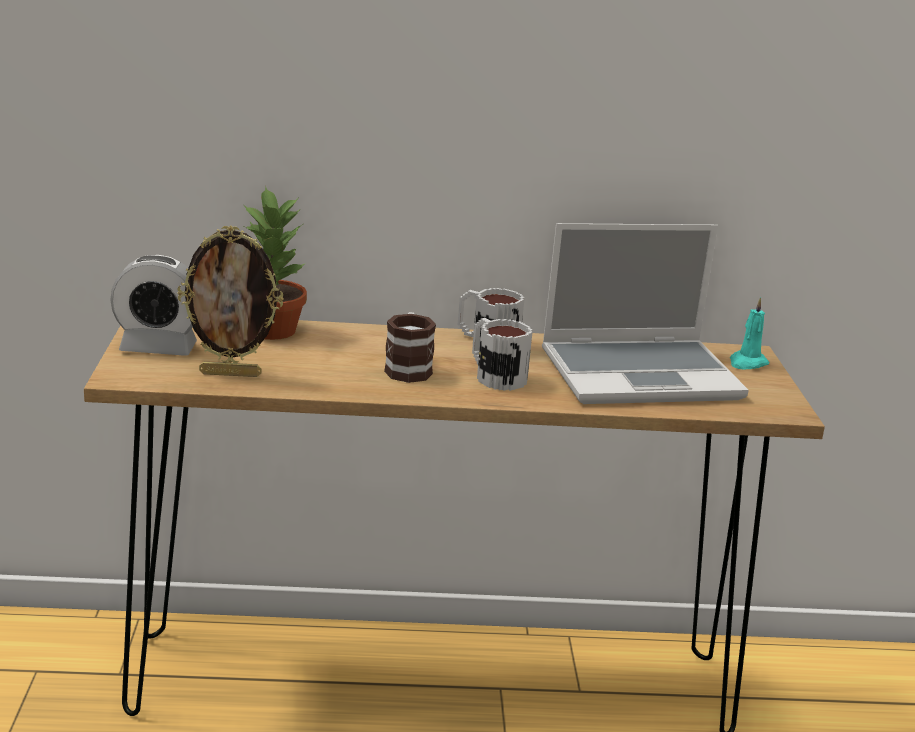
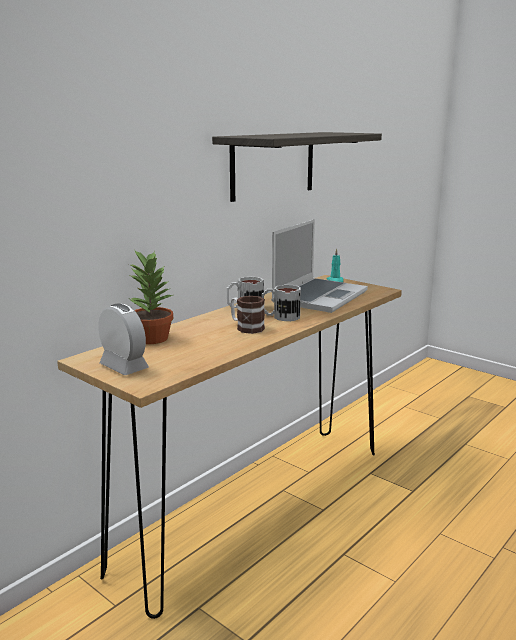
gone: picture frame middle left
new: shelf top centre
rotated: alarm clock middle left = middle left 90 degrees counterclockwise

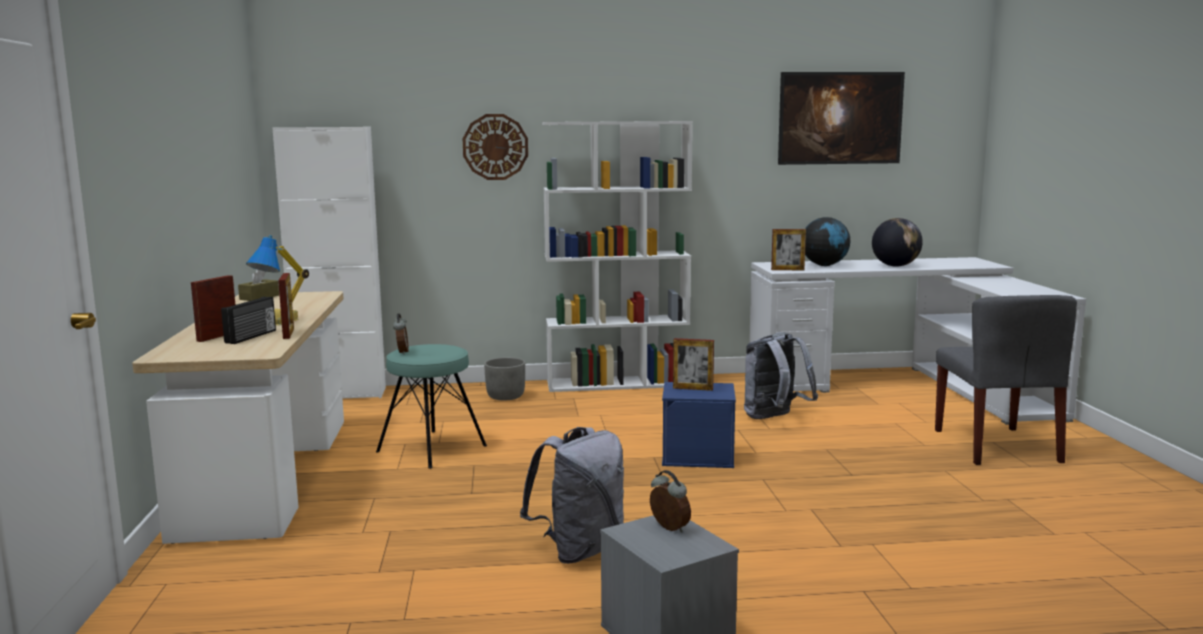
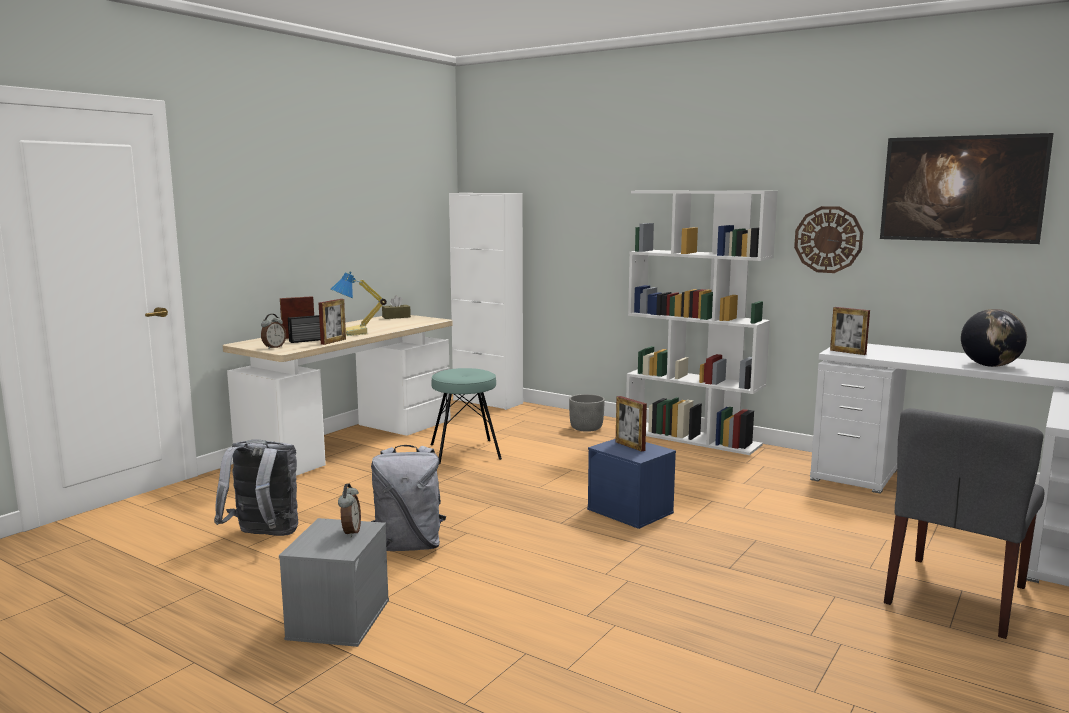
gone: globe (no. 1 from left) middle right
shifted: wall clock top centre to middle right; alarm clock (no. 1 from left) centre to middle left; grey backpack (no. 2 from left in the first image) centre to grey backpack (no. 1 from left) bottom left

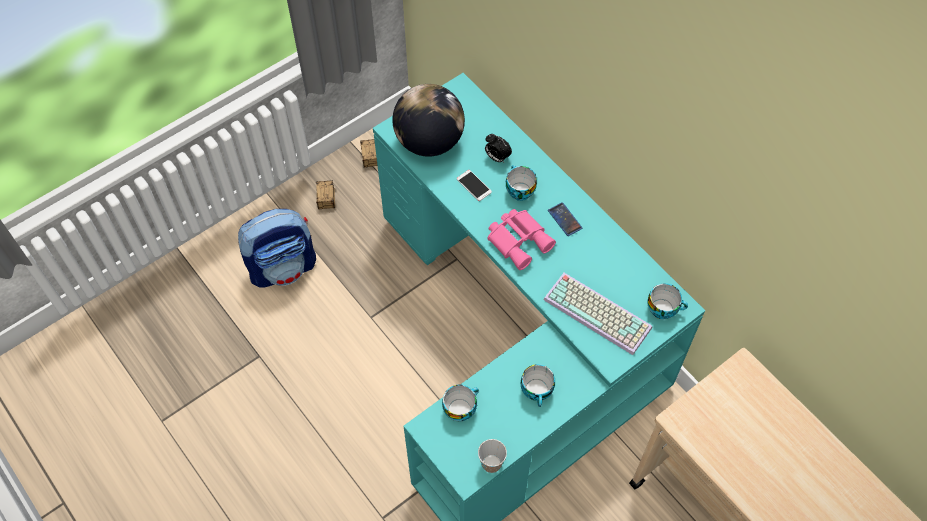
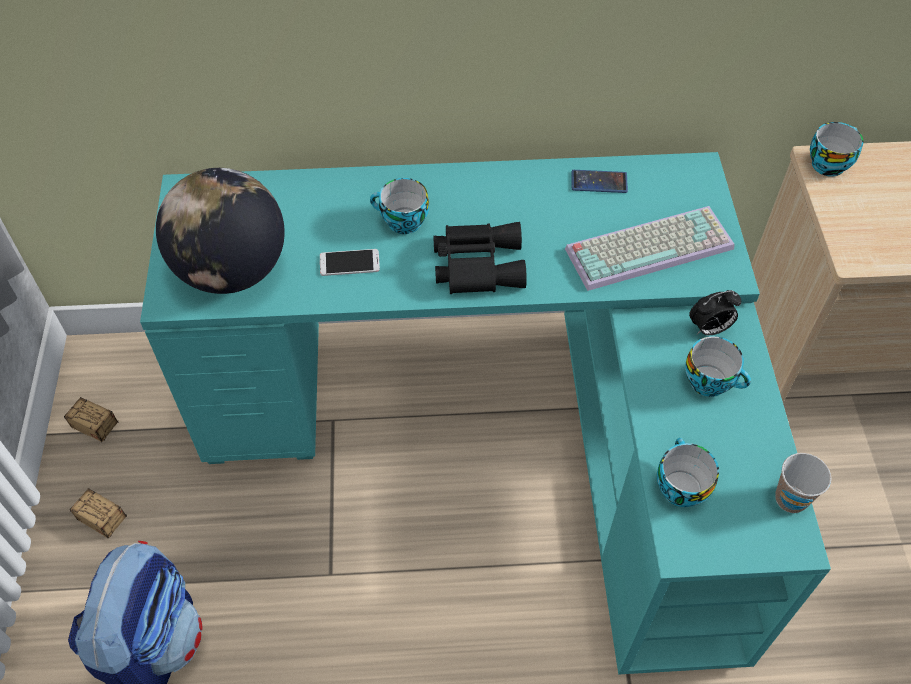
shifted: alarm clock top centre to middle right; phone (no. 2 from left) centre to top centre; cup (no. 5 from left) middle right to top right
repainted: pink binoculars centre to black binoculars centre

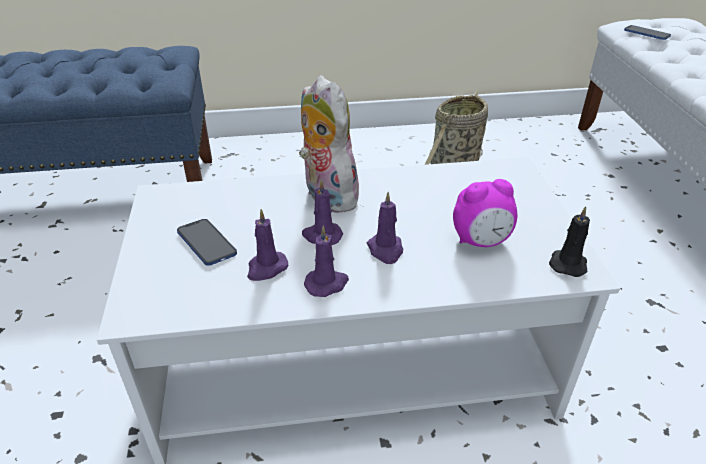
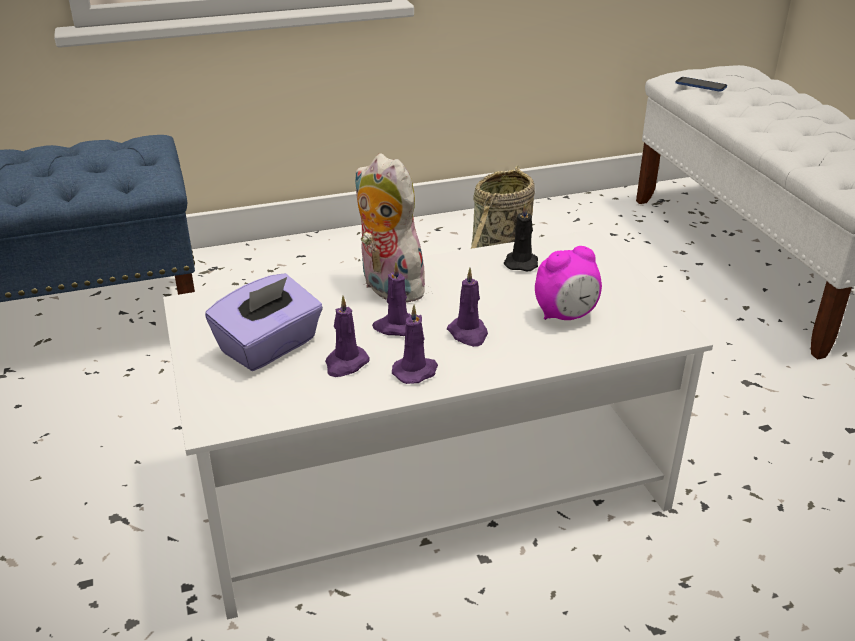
shifted: black candle middle right to centre
swapped: phone (no. 1 from left) middle left to purple tissue box middle left

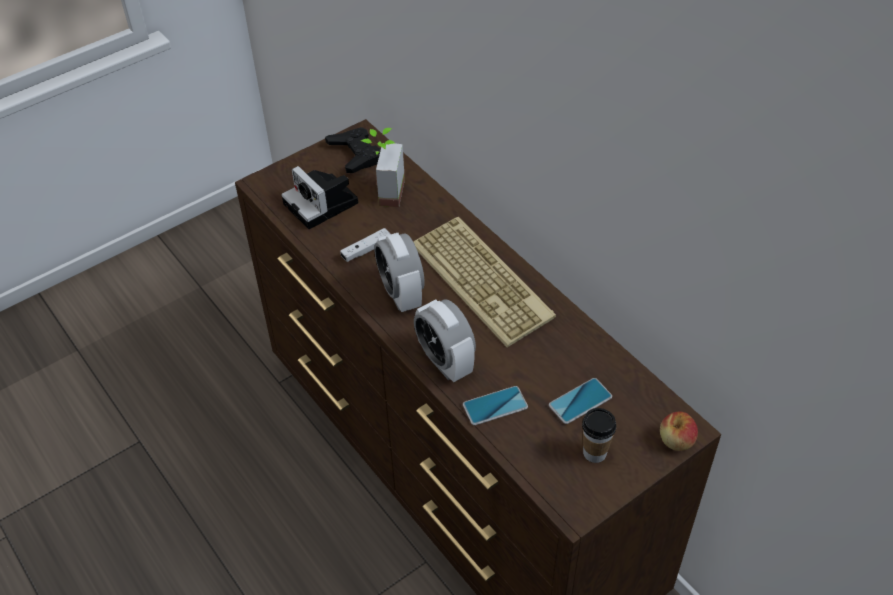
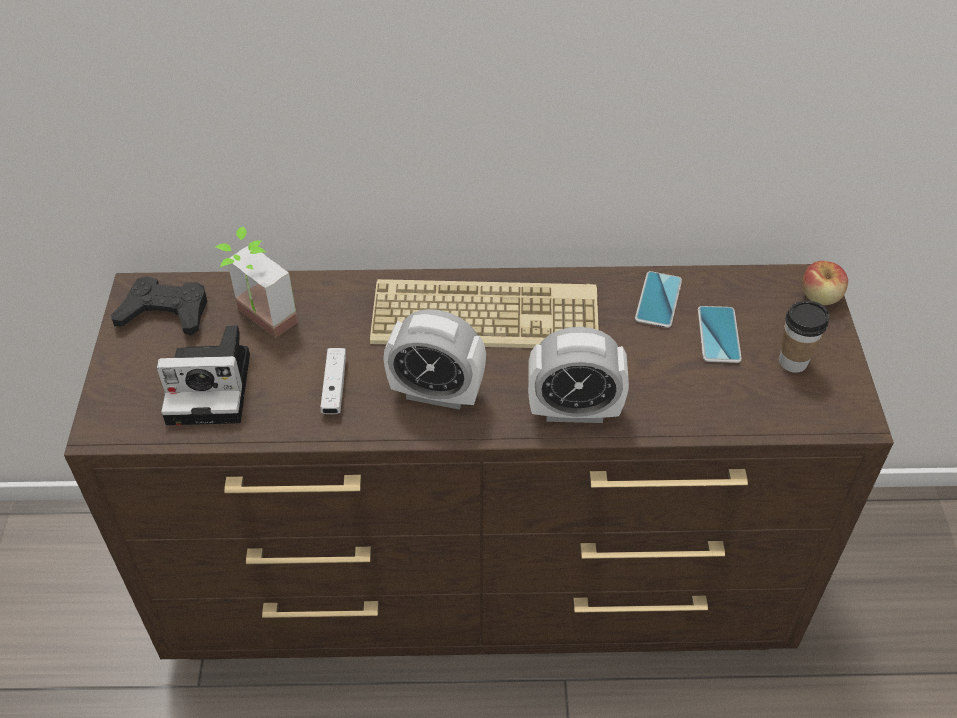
shifted: phone (no. 1 from left) bottom centre to middle right

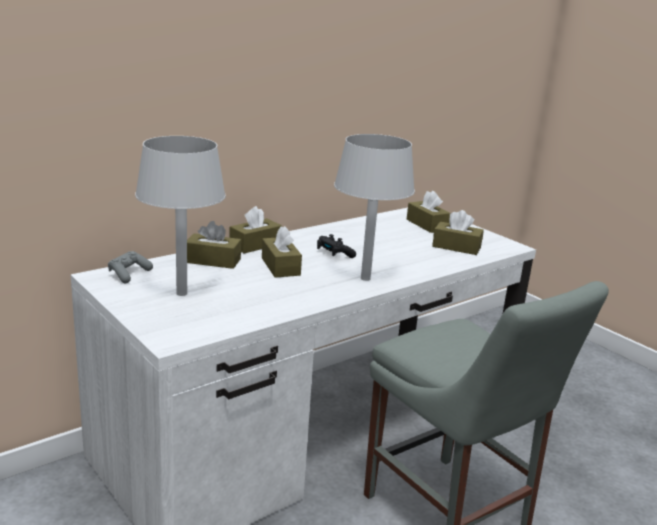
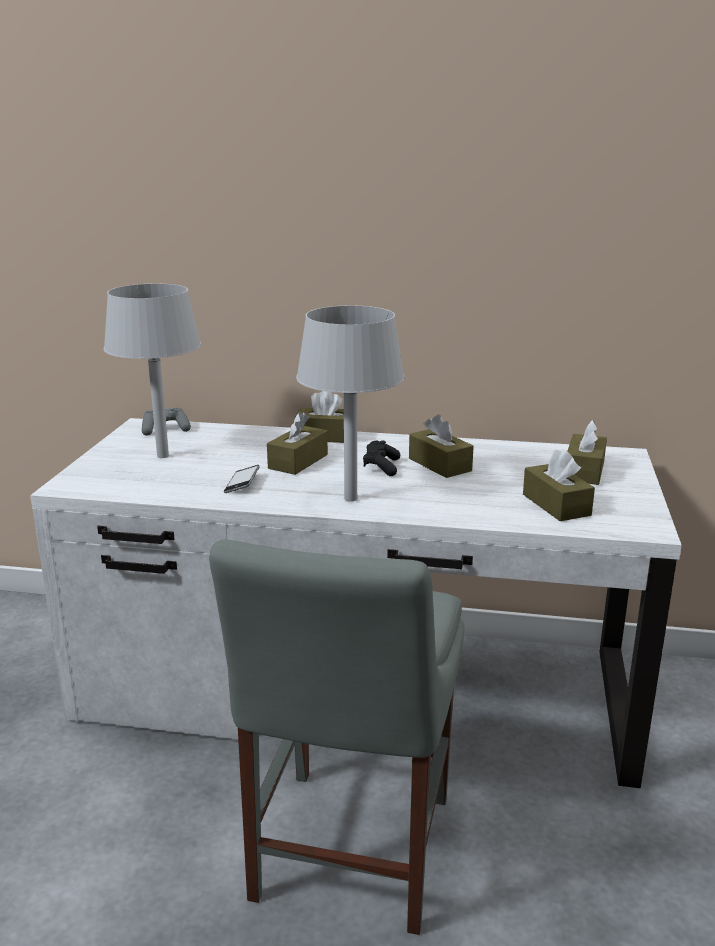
new: phone centre
shifted: brown tissue box (no. 1 from left in the first image) middle left to brown tissue box (no. 3 from left) centre

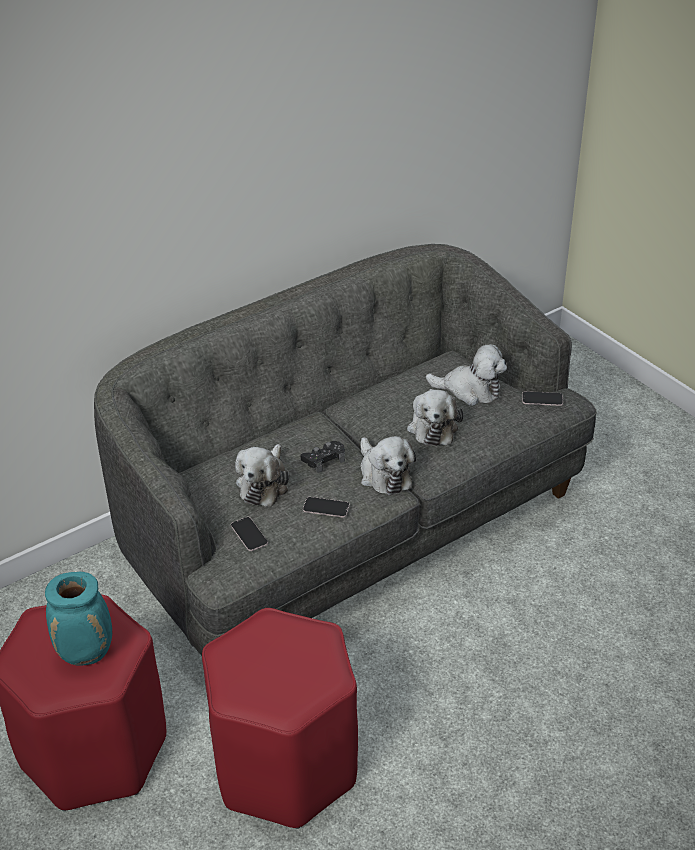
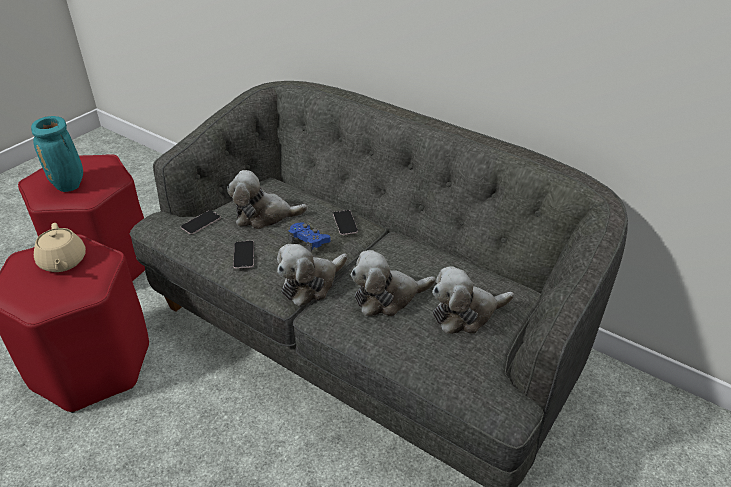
new: beige teapot middle left
shifted: phone (no. 3 from left) middle right to centre
repainted: black game controller centre to blue game controller centre
rotated: plush toy (no. 4 from left) middle right = centre 75 degrees clockwise

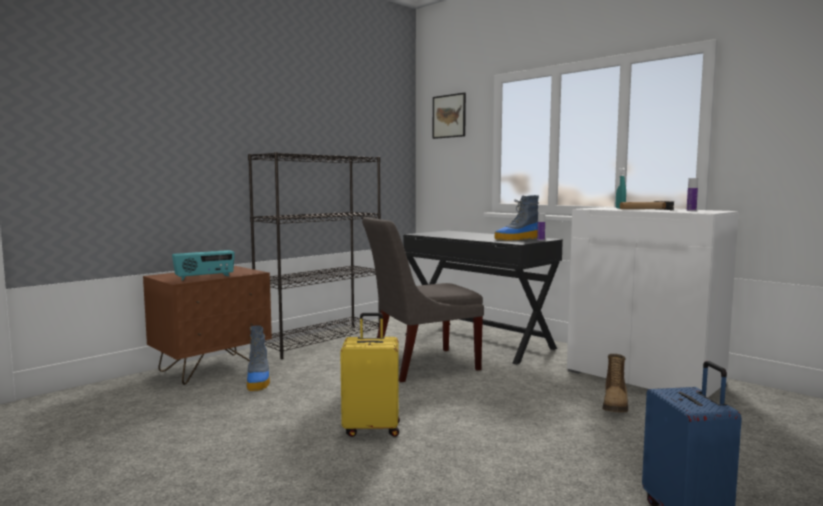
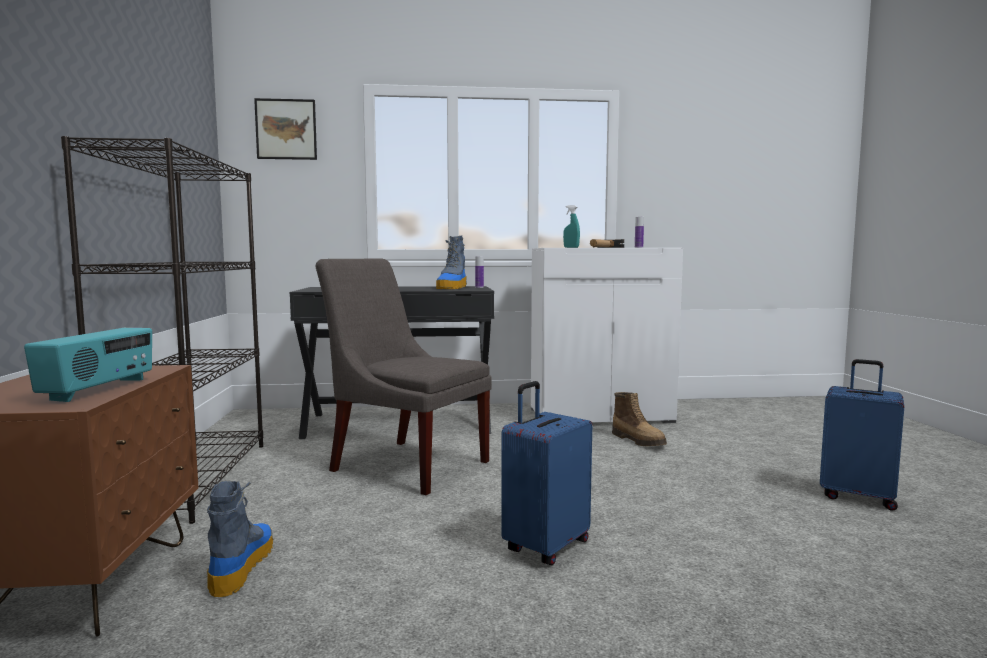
repainted: yellow suitcase bottom centre to blue suitcase (no. 1 from left) bottom centre
rotated: grey chair centre = centre 105 degrees clockwise; boot (no. 1 from left) bottom left = bottom left 120 degrees counterclockwise

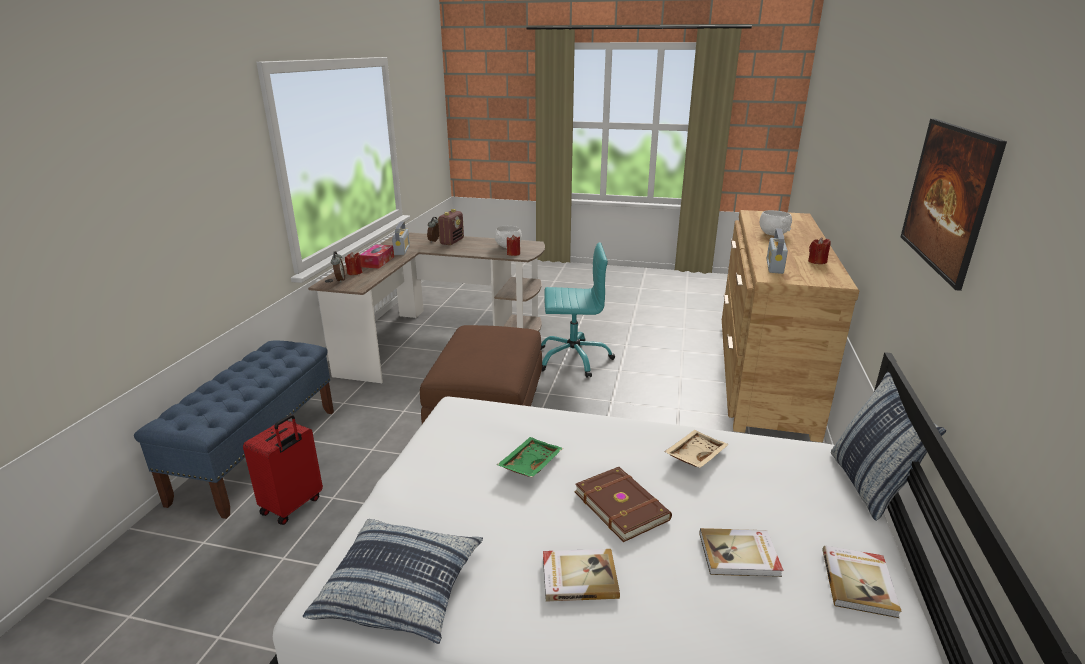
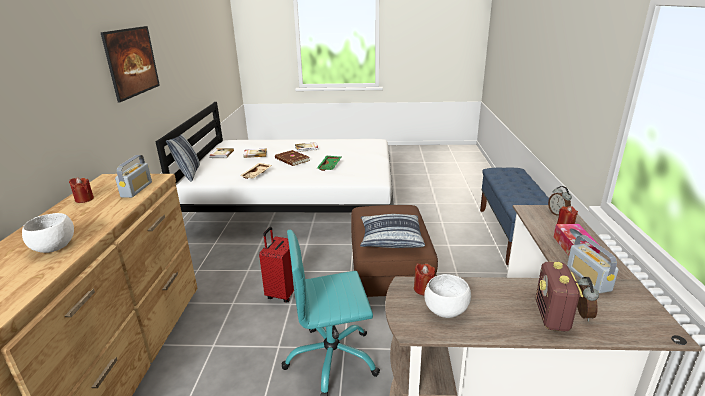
shifted: red suitcase bottom left to bottom centre; pillow (no. 1 from left in the first image) bottom centre to pillow (no. 2 from left) centre

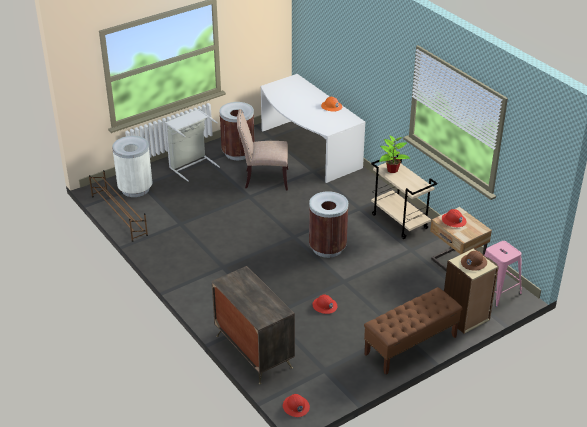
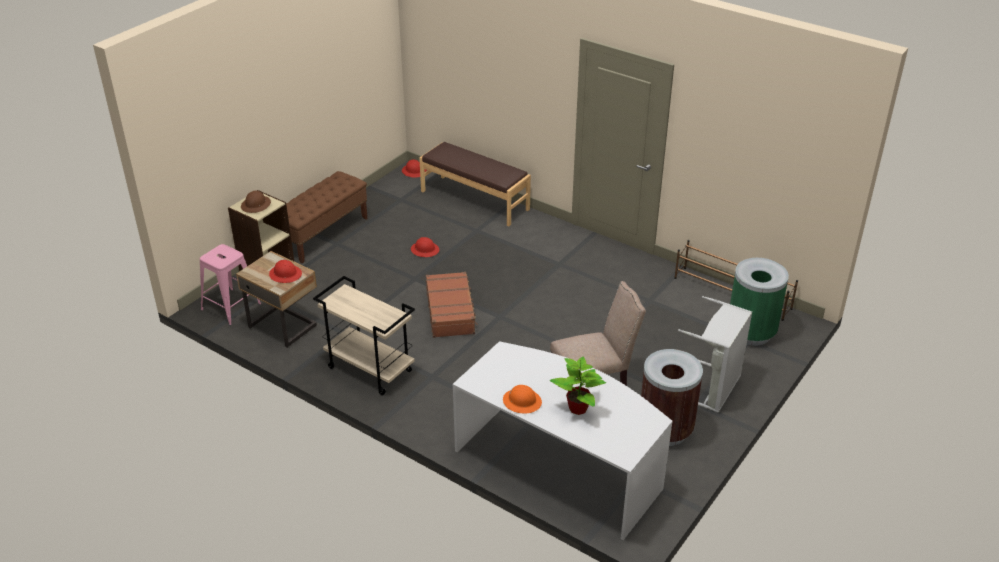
shifted: potted plant middle right to bottom centre
swapped: brown trash can (no. 2 from left) centre to brown suitcase centre; dresser bottom centre to brown bench (no. 2 from left) top centre
repainted: white trash can middle left to green trash can middle right

